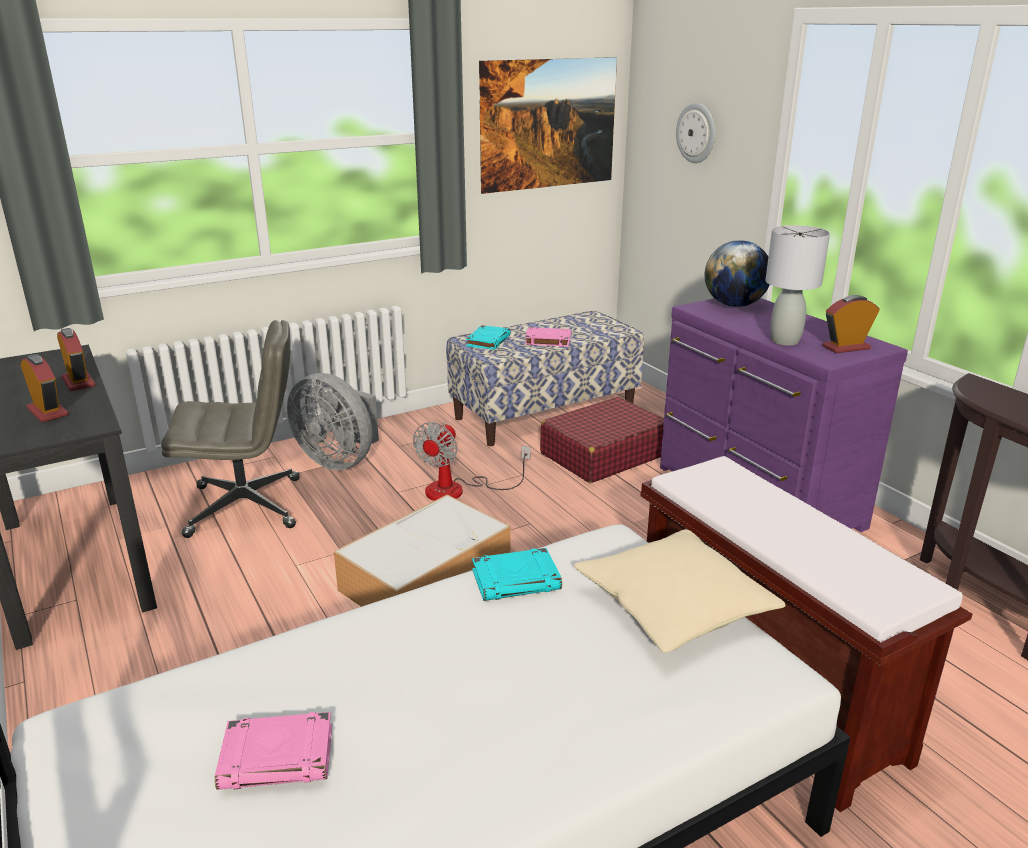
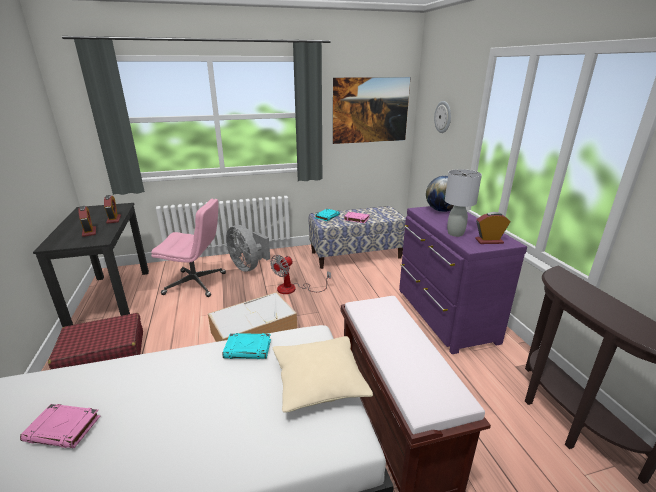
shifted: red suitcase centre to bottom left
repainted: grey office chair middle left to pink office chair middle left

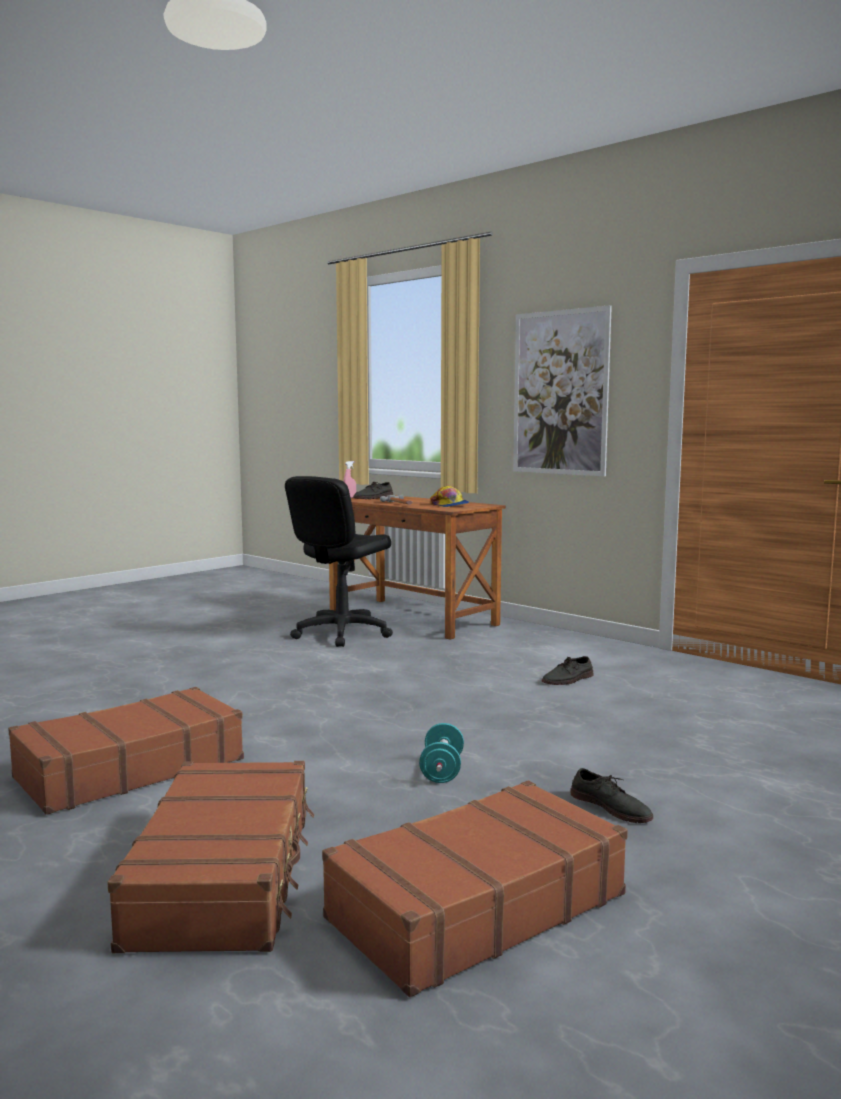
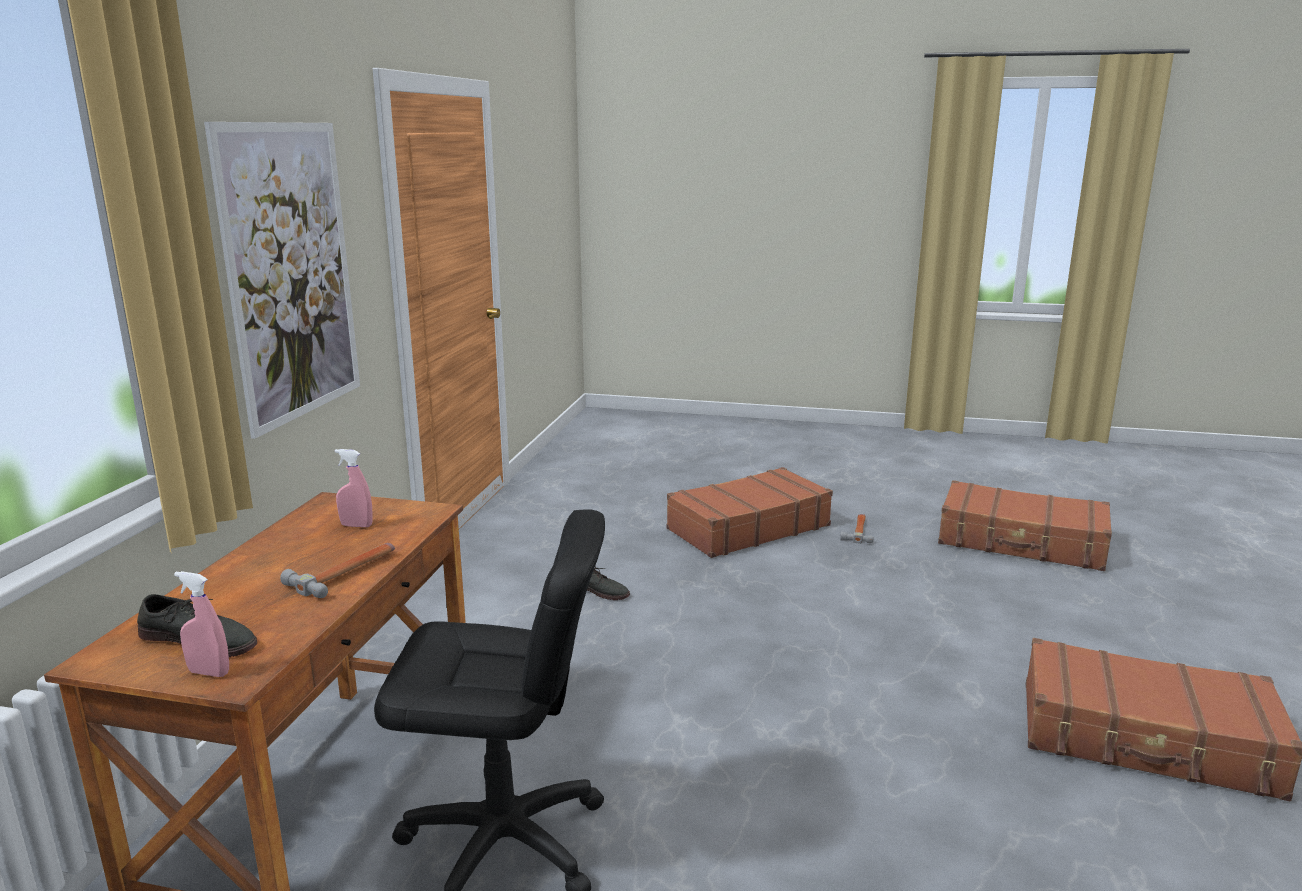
gone: turquoise dumbbell bottom centre
shifted: brown suitcase (no. 2 from left in the first image) bottom left to brown suitcase (no. 1 from left) centre
swapped: cap centre to pink spray bottle (no. 2 from left) middle left; grey shoe (no. 3 from left) bottom right to hammer (no. 2 from left) centre

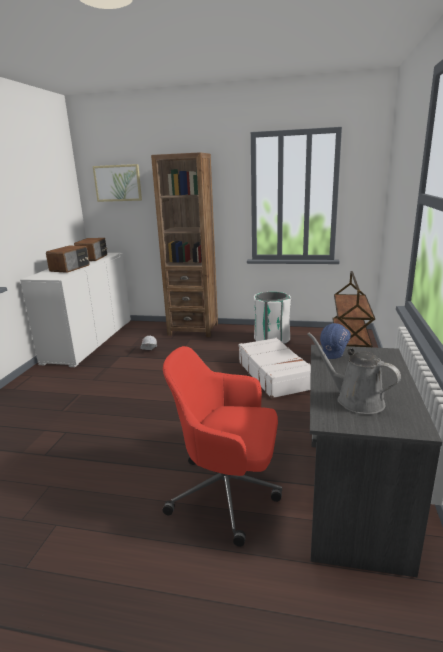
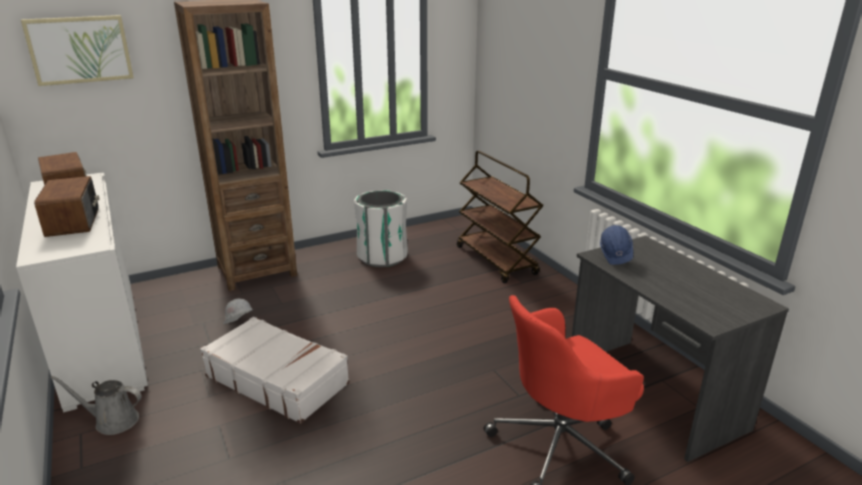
shifted: grey watering can middle right to bottom left; white suitcase centre to bottom left

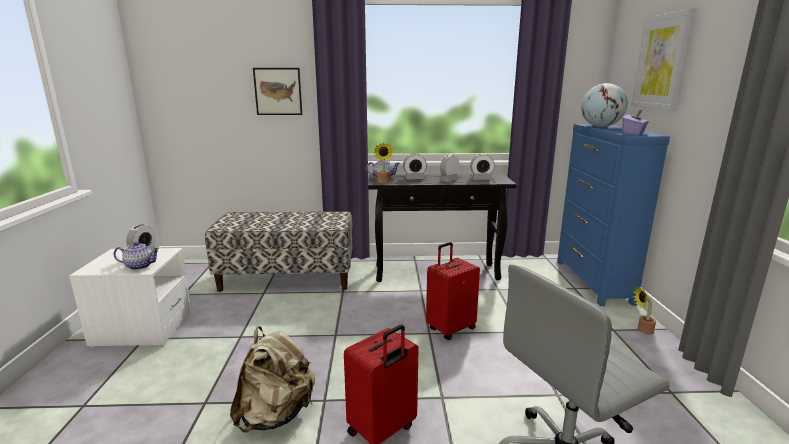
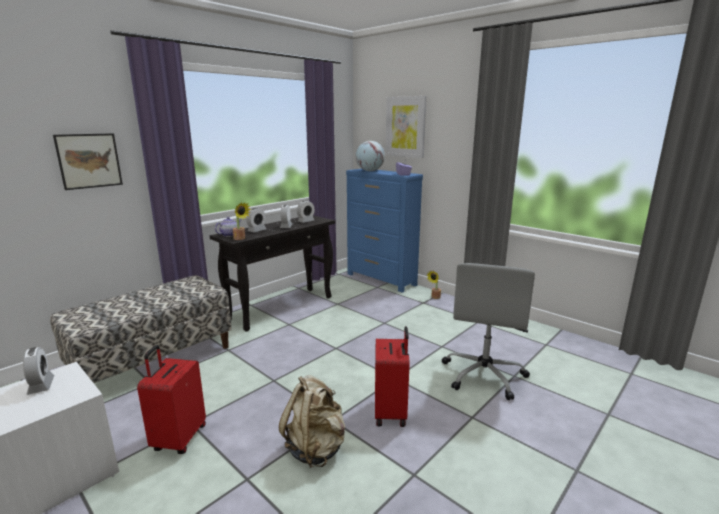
gone: teapot (no. 1 from left) middle left
shifted: red suitcase (no. 2 from left in the first image) centre to red suitcase (no. 1 from left) bottom left

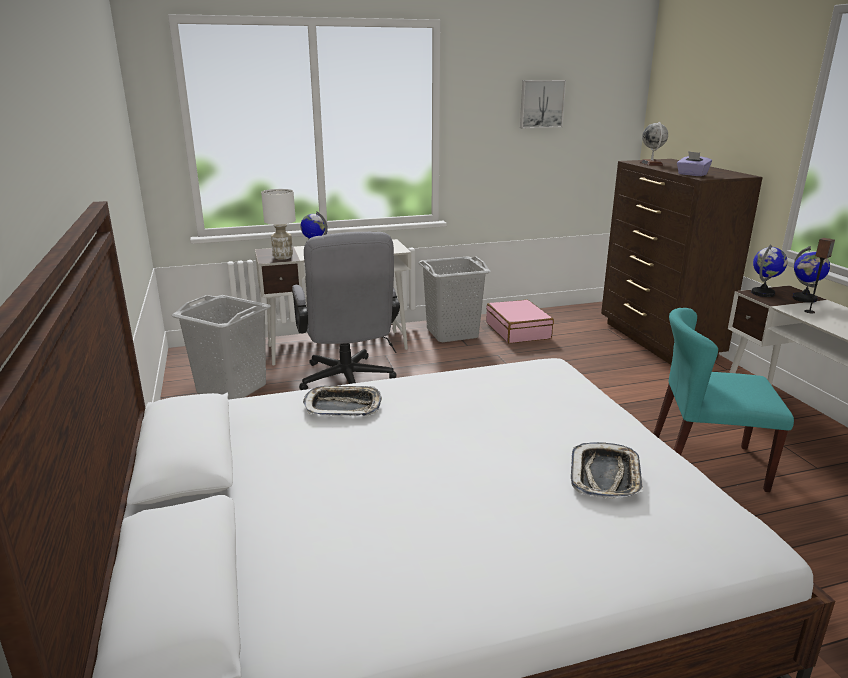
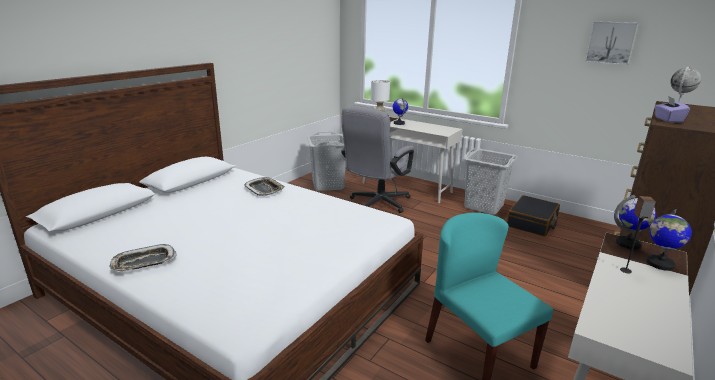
shifted: tray (no. 2 from left in the first image) bottom right to tray (no. 1 from left) bottom left
repainted: pink suitcase centre to black suitcase middle right

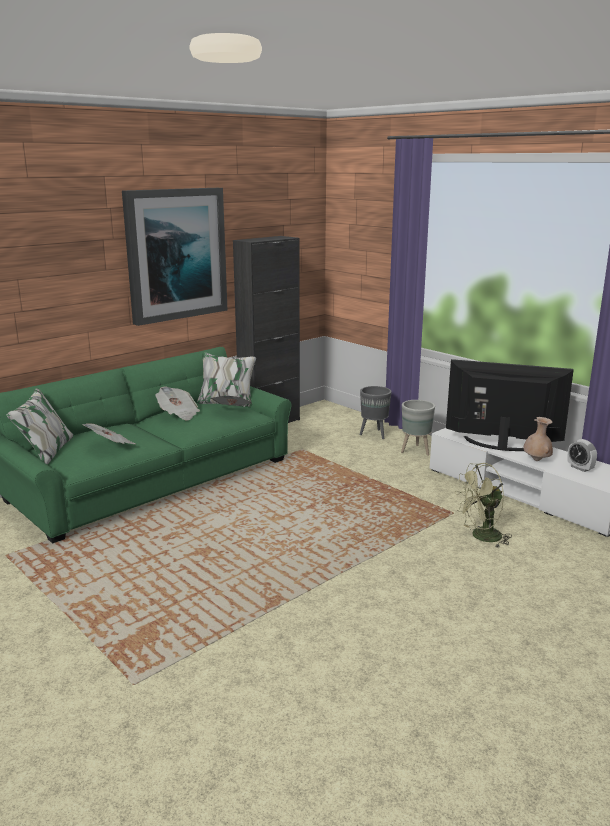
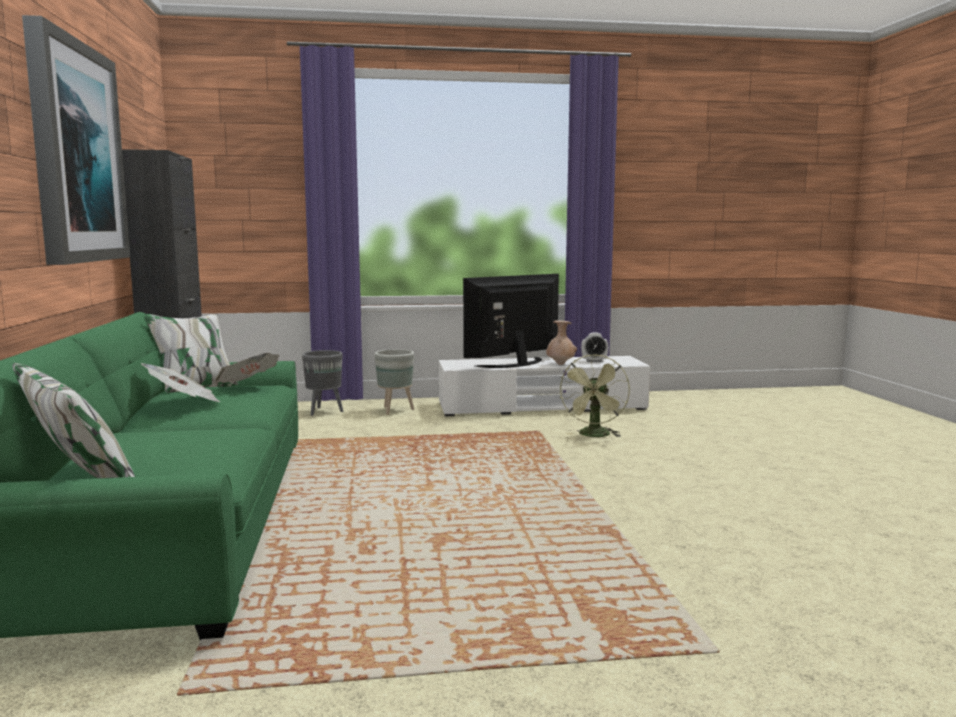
gone: newspaper (no. 1 from left) middle left

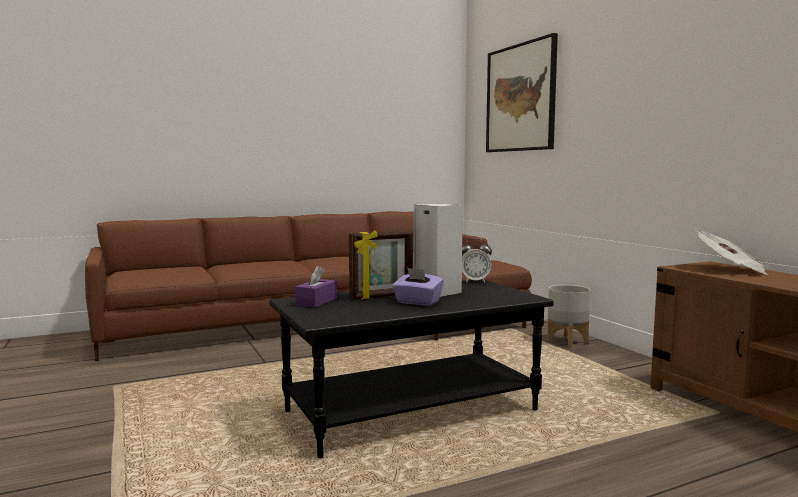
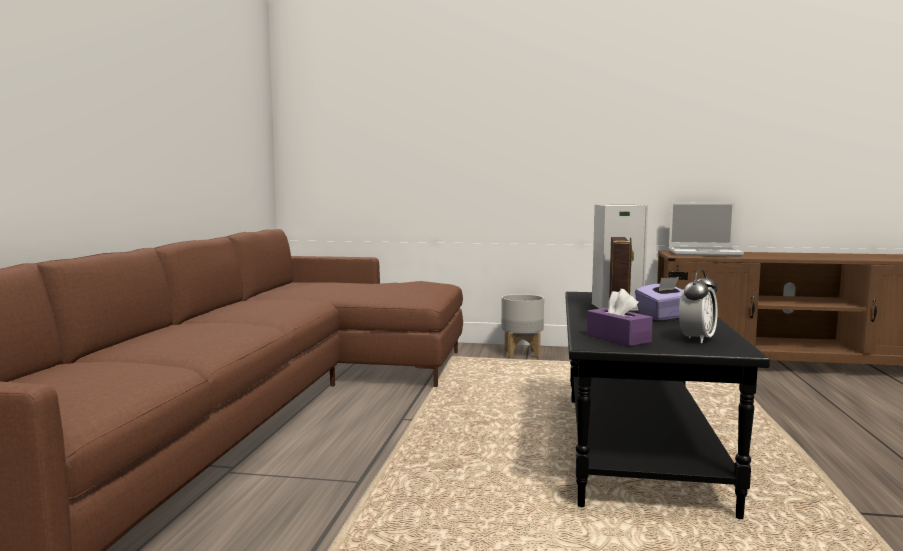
gone: picture top centre
shifted: alarm clock centre to middle right
swapped: newspaper middle right to laptop middle right

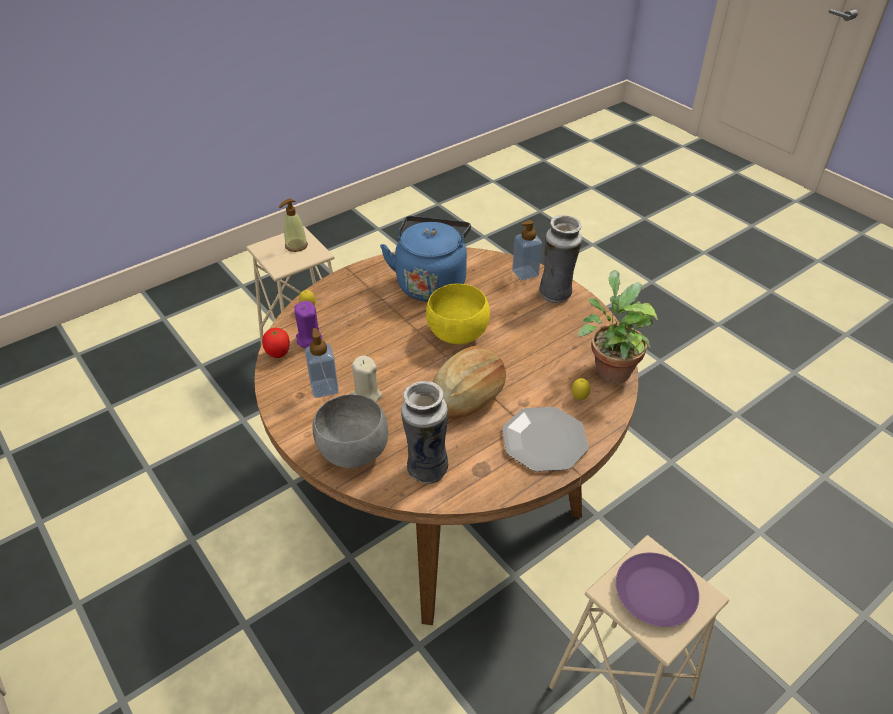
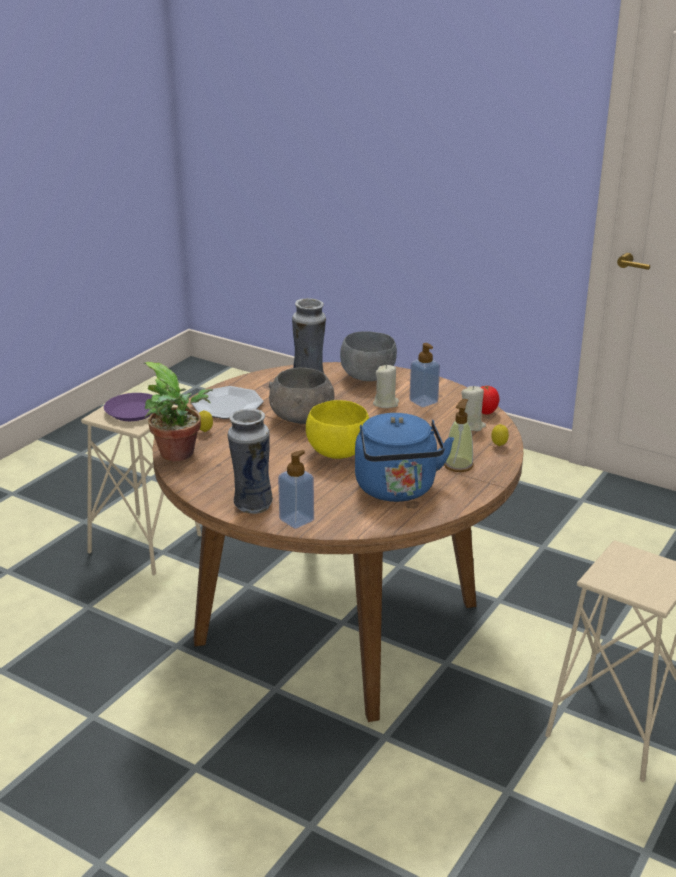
shifted: soap dispenser (no. 1 from left in the first image) top left to soap dispenser (no. 3 from left) middle right
swapped: bread centre to grey bowl (no. 1 from left) centre
repainted: purple candle centre to beige candle (no. 2 from left) middle right

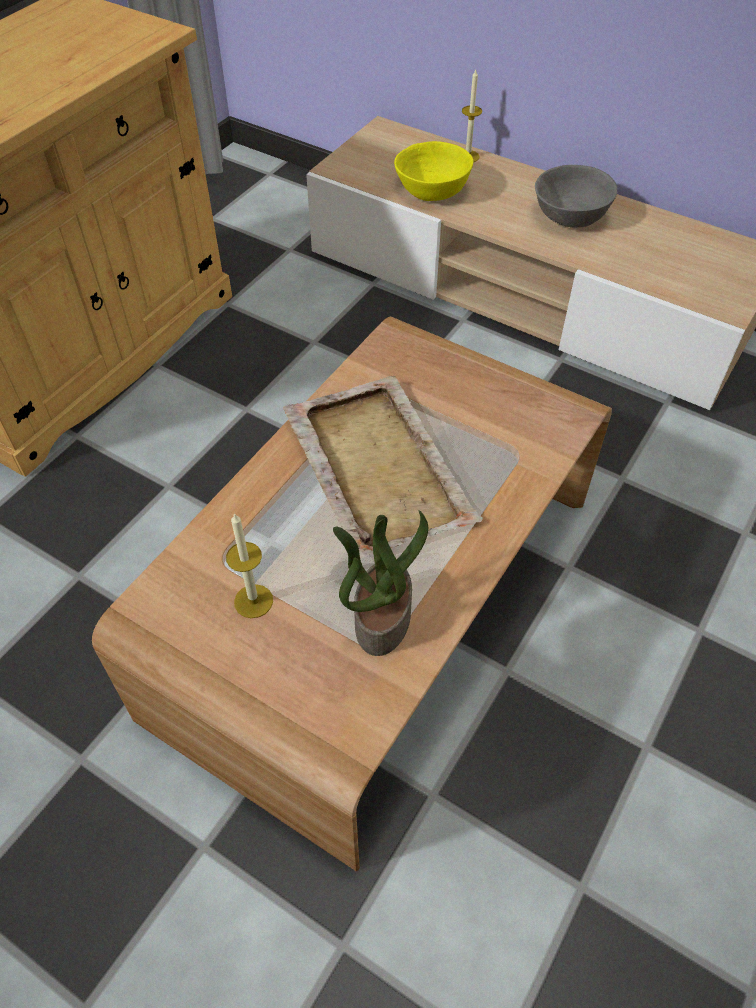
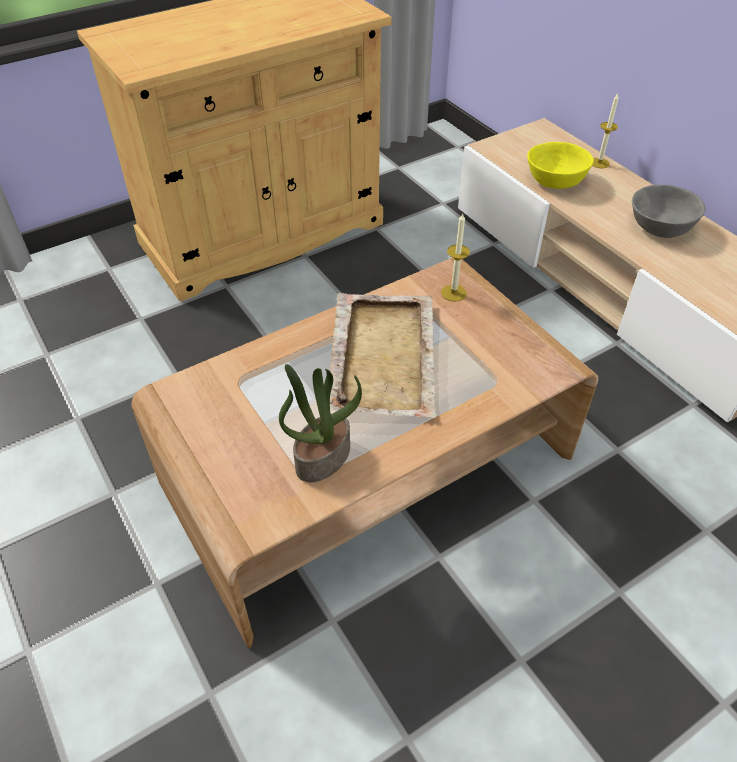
shifted: candle (no. 1 from left) middle left to centre

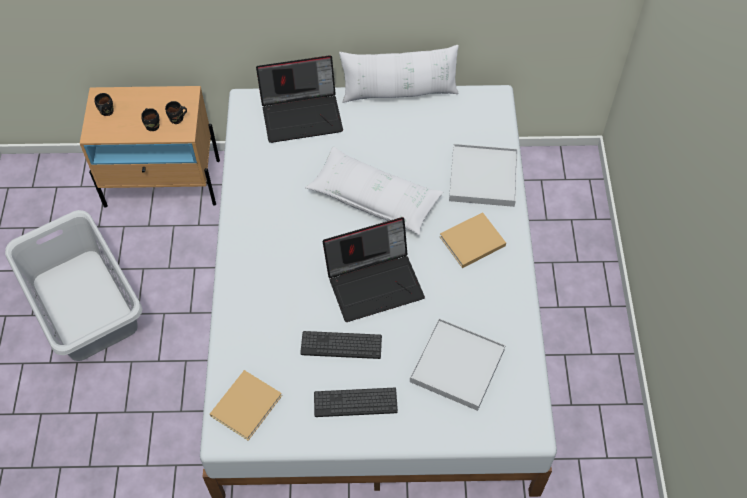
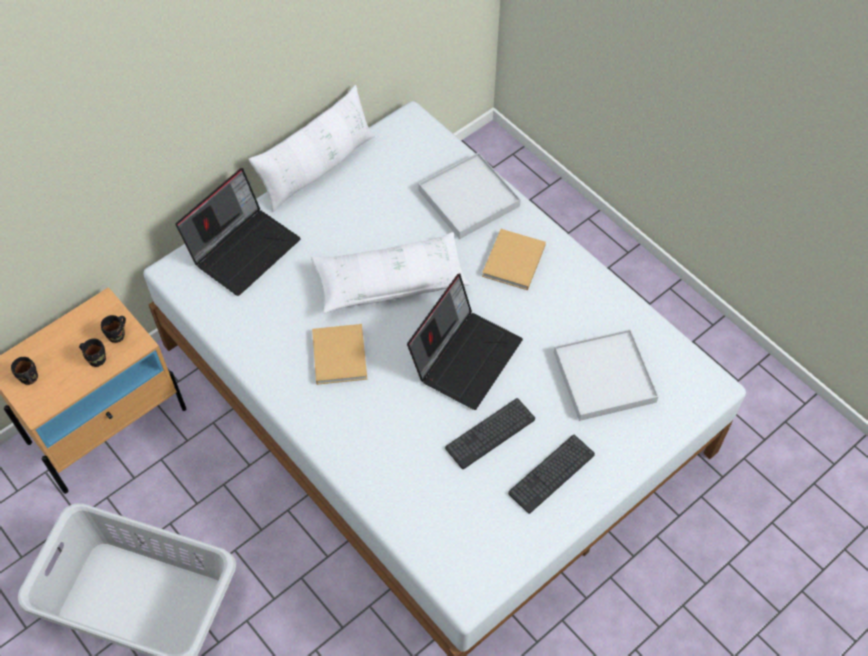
shifted: beige book (no. 1 from left) bottom left to centre

